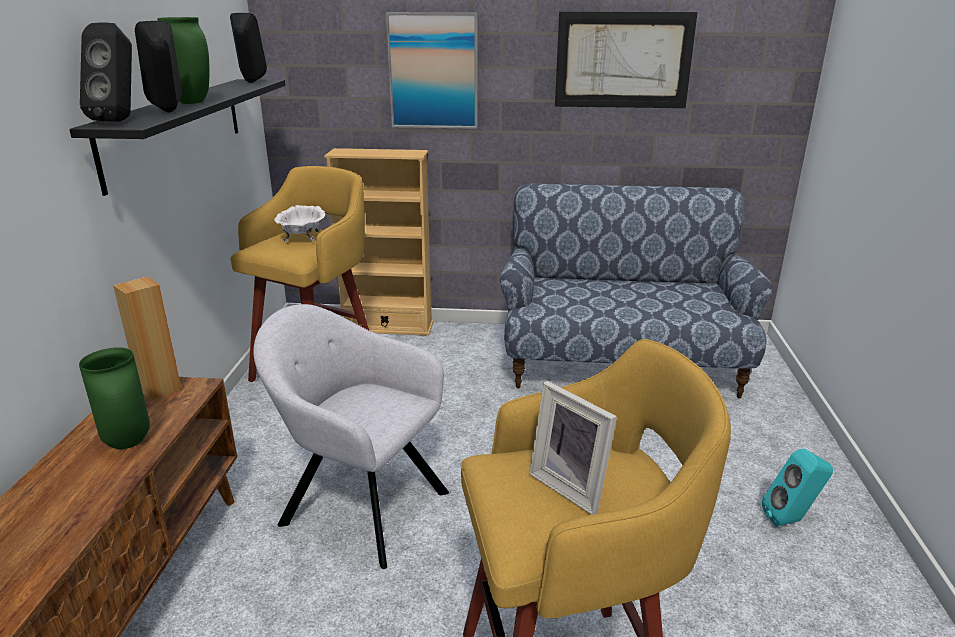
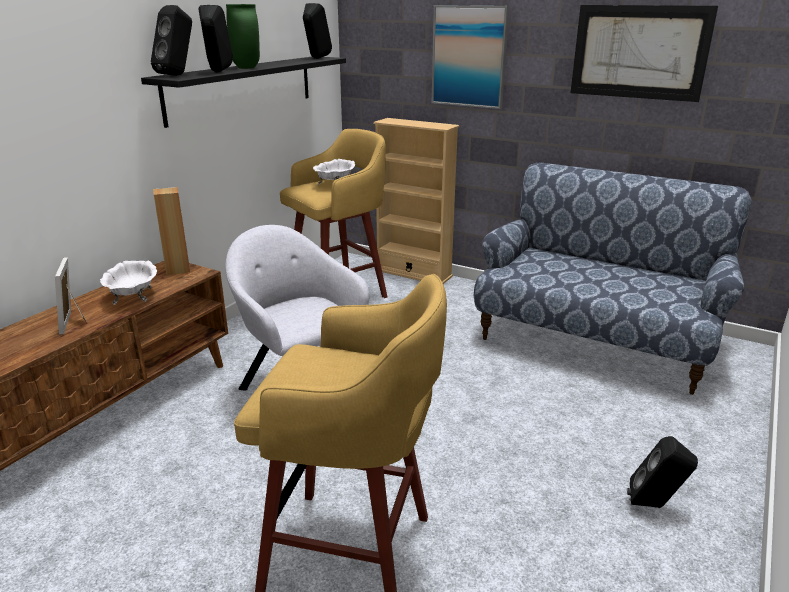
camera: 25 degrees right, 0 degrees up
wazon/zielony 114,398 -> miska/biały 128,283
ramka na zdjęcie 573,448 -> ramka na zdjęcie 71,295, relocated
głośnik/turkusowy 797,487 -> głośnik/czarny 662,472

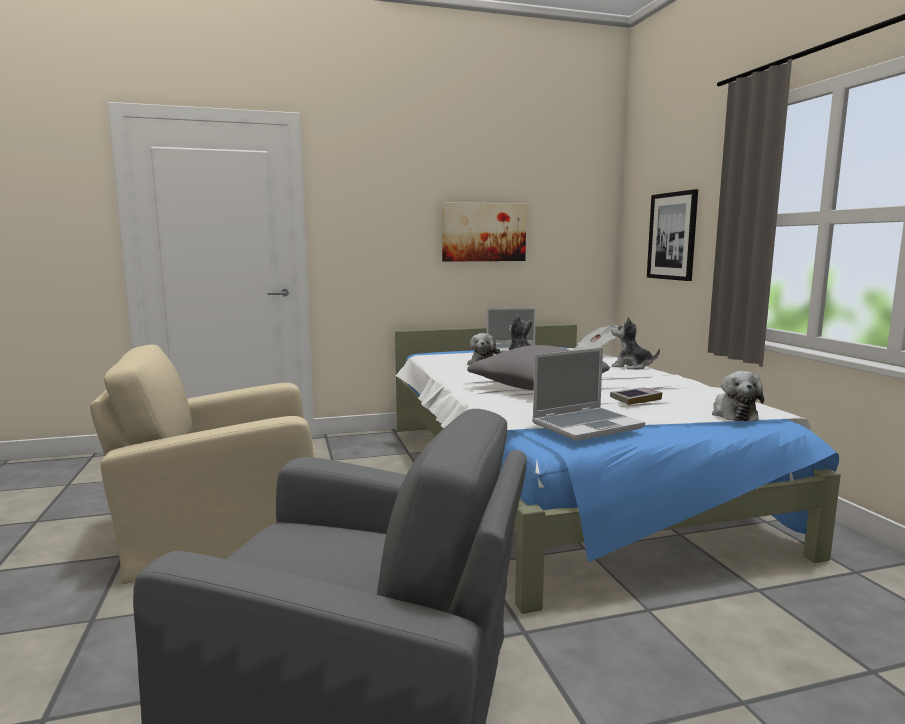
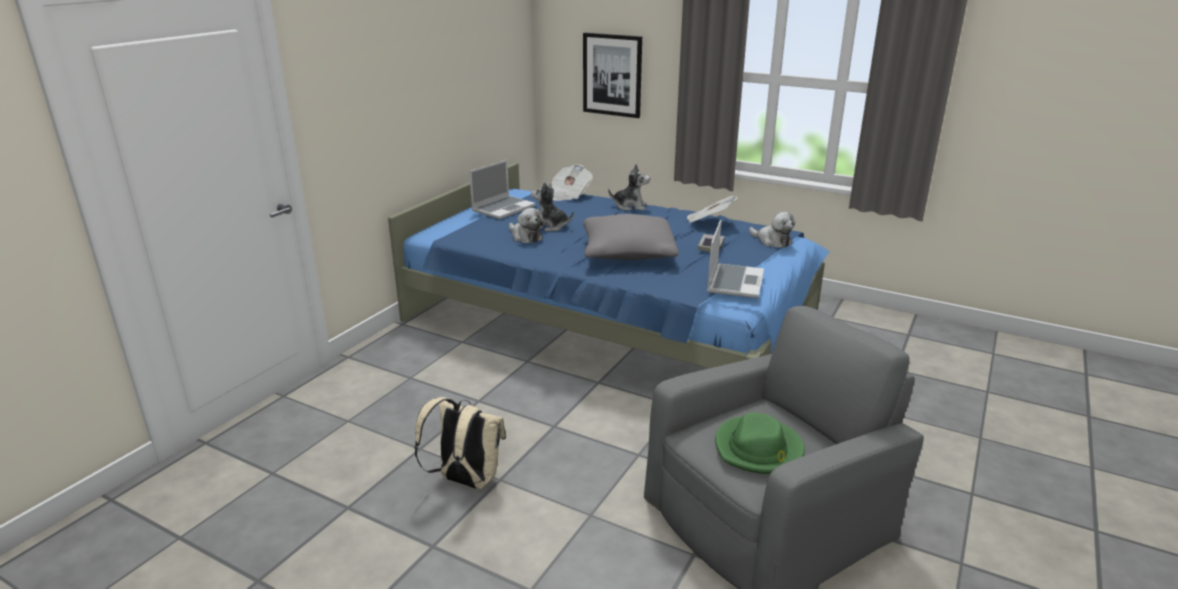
camera: 45 degrees left, 15 degrees up
fotel/beżowy 203,464 -> plecak/beżowy 460,443
łóżko/biały 618,469 -> łóżko/niebieski 609,265
obraz 484,232 -> none
pluszak 635,343 -> pluszak 629,187, 150 degrees counterclockwise
none -> gazeta 712,209
none -> kapelusz/zielony 760,443

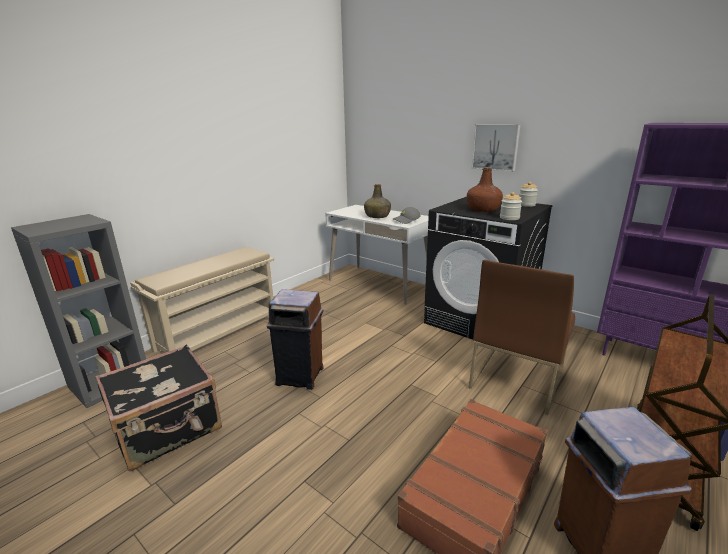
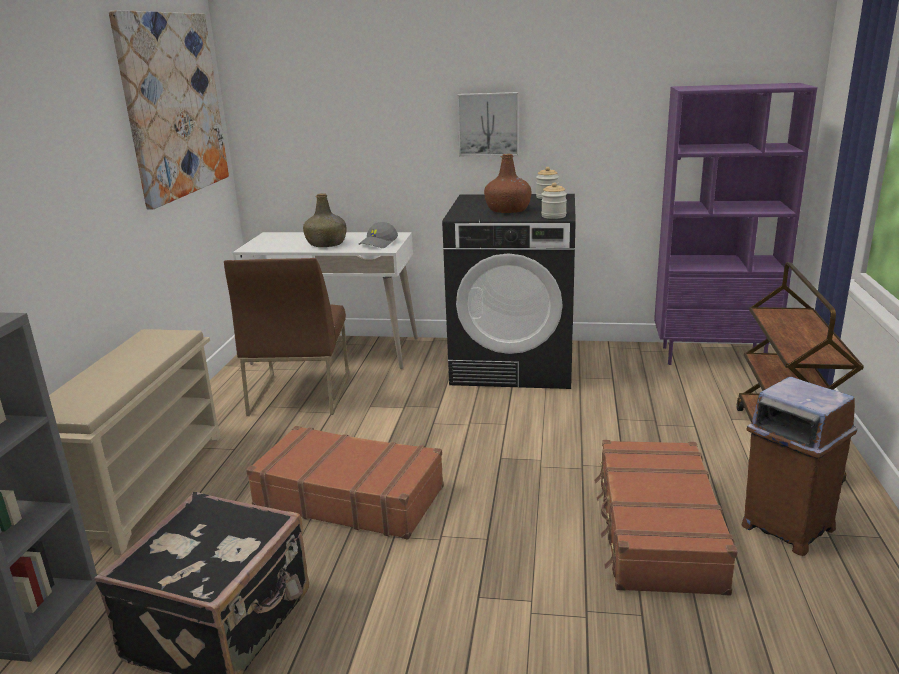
camera: 30 degrees left, 0 degrees up
kosz na śmieci/brązowy 295,339 -> walizka/brązowy 345,483
krzesło/brązowy 521,337 -> krzesło/brązowy 286,337, relocated
none -> obraz 168,109

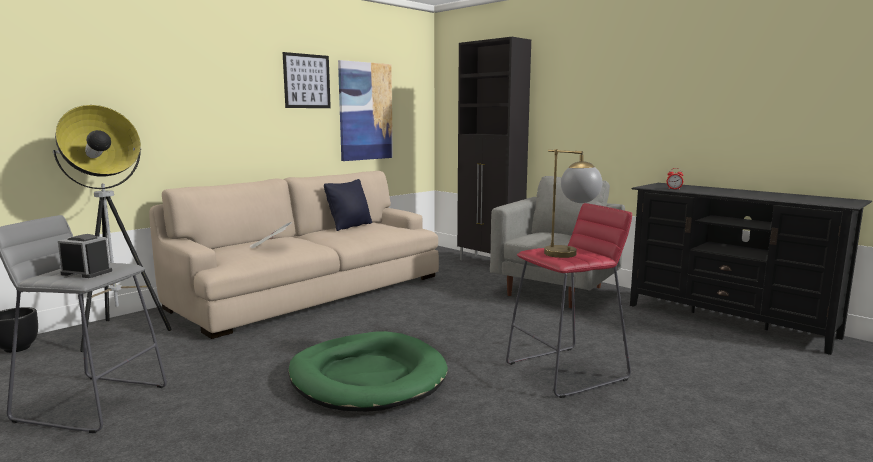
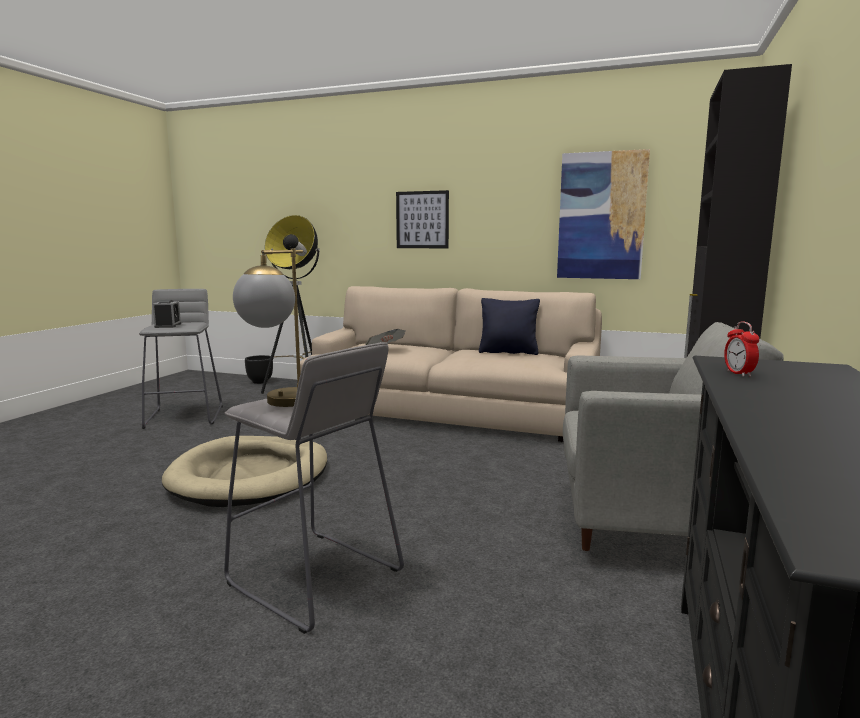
camera: 65 degrees right, 0 degrees up
obraz 307,80 -> obraz 422,219, relocated
legowisko/zielony 368,371 -> legowisko/beżowy 244,471
stołek/czerwony 569,300 -> stołek/szary 314,488

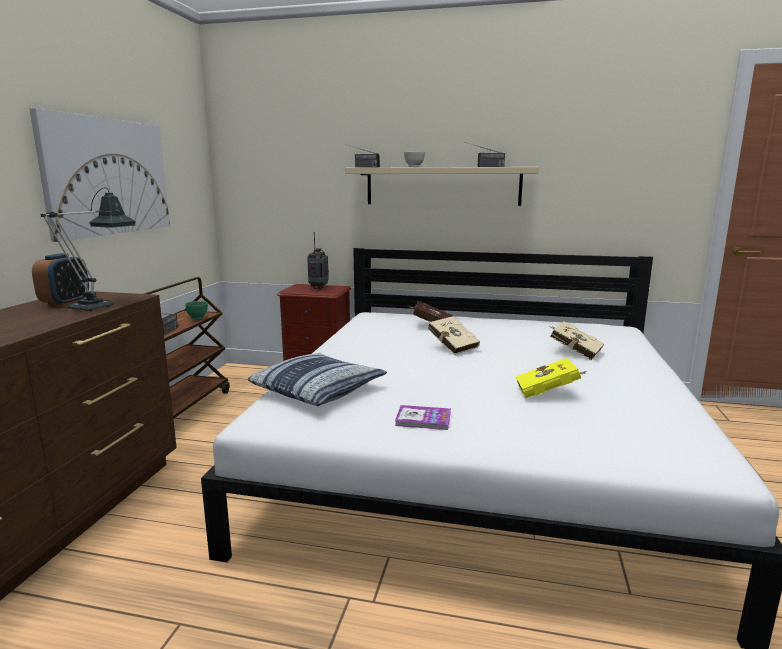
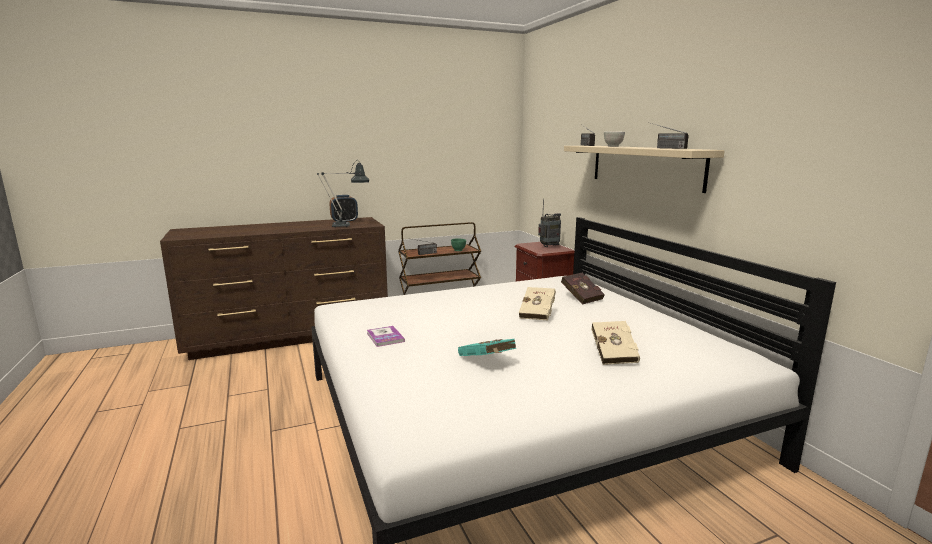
camera: 55 degrees right, 0 degrees up
obraz 99,175 -> none
poduszka 317,379 -> none
książka/żółty 551,378 -> książka/turkusowy 487,347

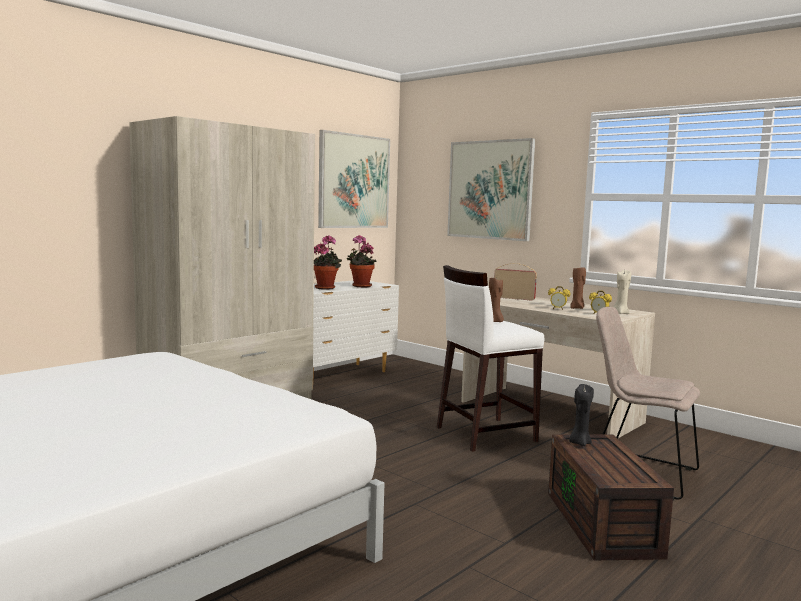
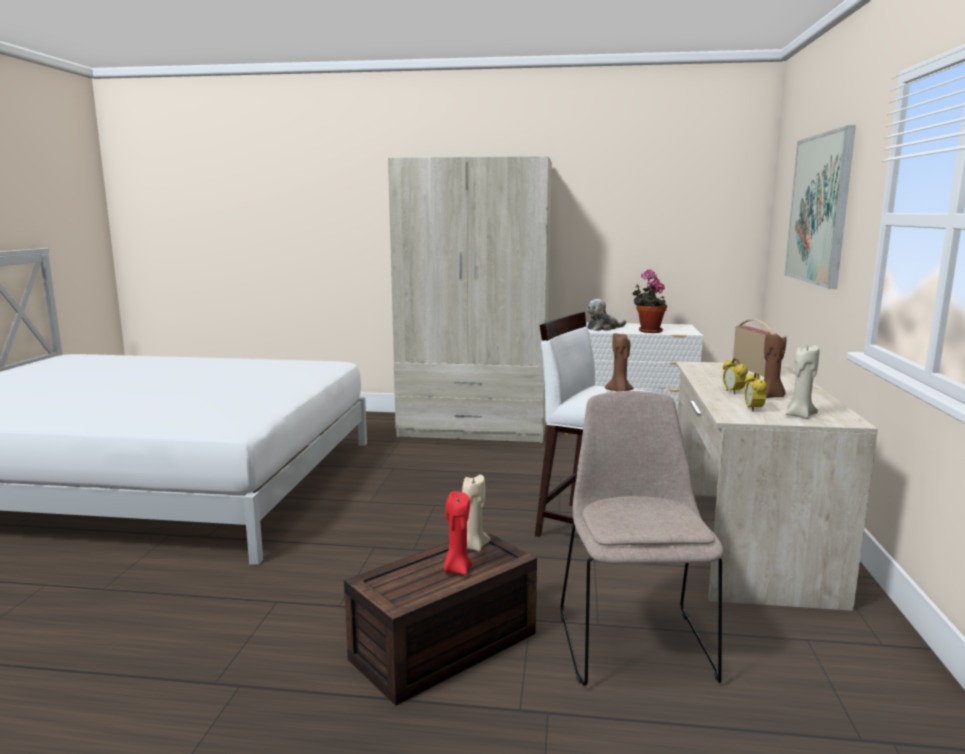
camera: 55 degrees right, 5 degrees up
roślina doniczkowa 328,262 -> pluszak 606,315
obraz 354,179 -> none
świeca/czarny 581,415 -> świeca/beżowy 476,513
none -> świeca/czerwony 457,533

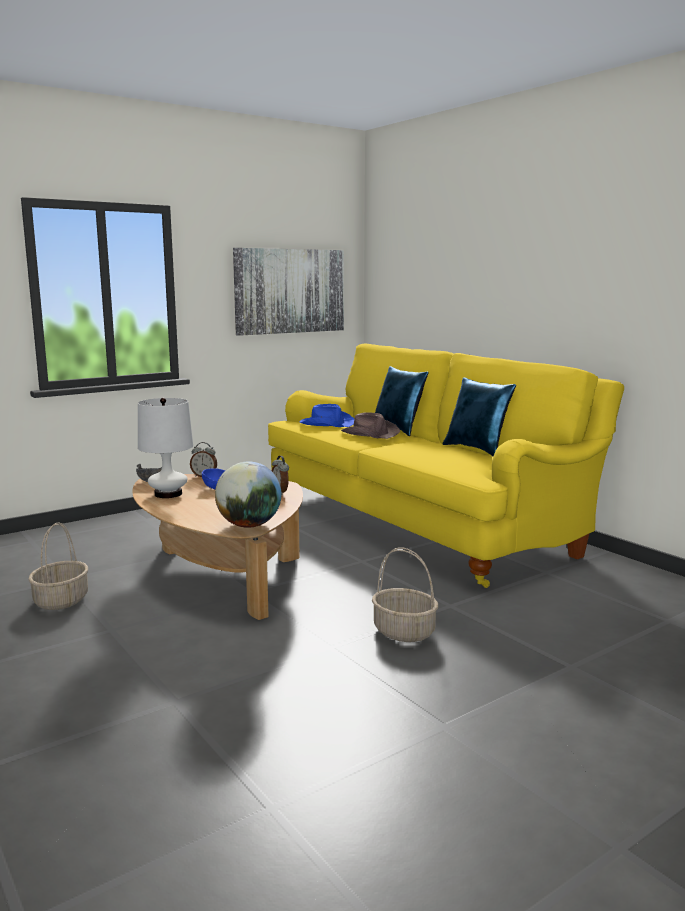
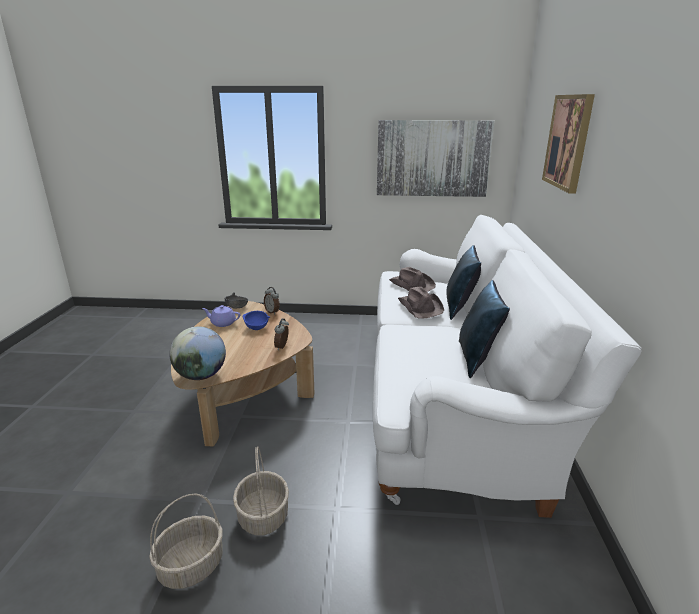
camera: 40 degrees right, 10 degrees up
koszyk 58,566 -> koszyk 186,541, relocated
lampa stołowa/biały 165,448 -> imbryk/fioletowy 221,316
kanapa/żółty 446,466 -> kanapa/biały 507,366
kapelusz/niebieski 326,415 -> kapelusz/brązowy 412,279
none -> obraz 568,144

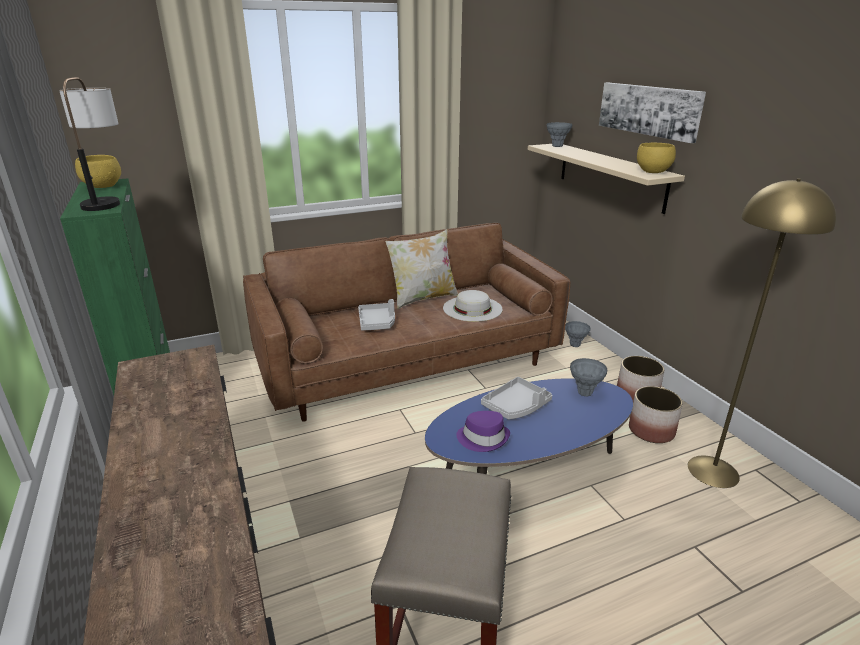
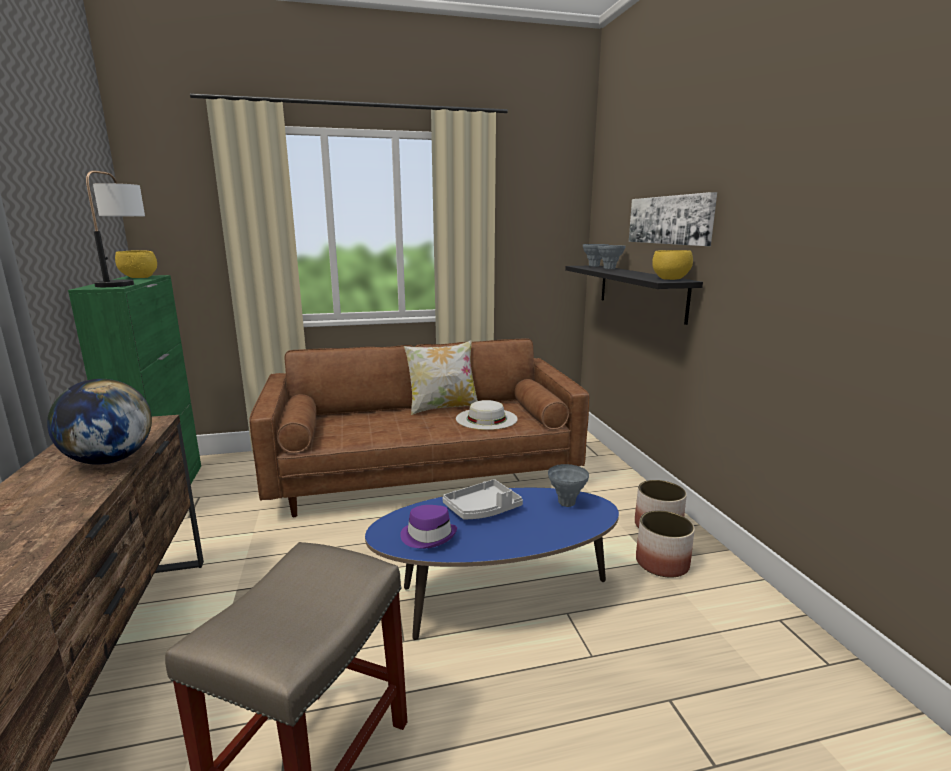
camera: 10 degrees right, 10 degrees down
taca/szary 376,315 -> none
półka/beżowy 606,179 -> półka/czarny 634,295
wazon/szary 578,334 -> wazon/szary 611,257, relocated
lampa stojąca/żółty 762,333 -> none
none -> globus 99,422

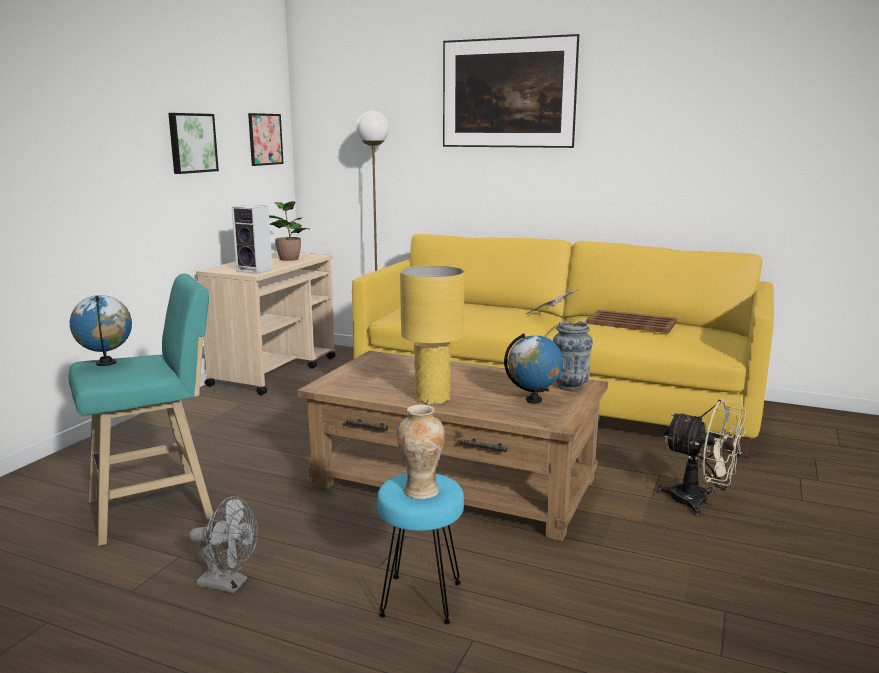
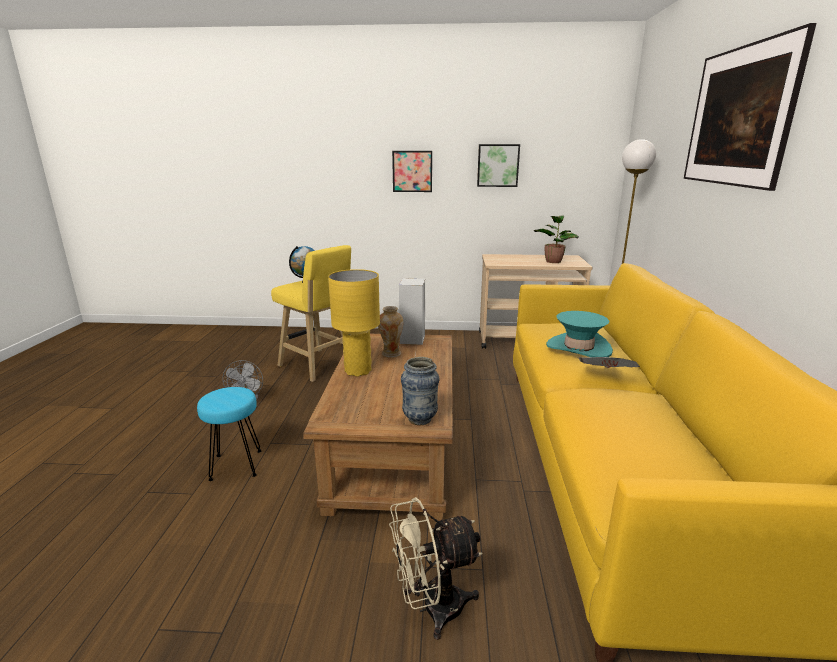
camera: 70 degrees right, 5 degrees up
stołek/turkusowy 141,410 -> stołek/żółty 311,313
głośnik 252,239 -> głośnik 412,311, relocated
obraz 266,139 -> obraz 412,171, relocated
wazon 421,451 -> wazon 390,332, relocated
globus 533,368 -> none
taca/brązowy 632,321 -> none
wentylator/beżowy 701,457 -> wentylator/beżowy 436,568, 60 degrees clockwise
none -> kapelusz/turkusowy 579,334

